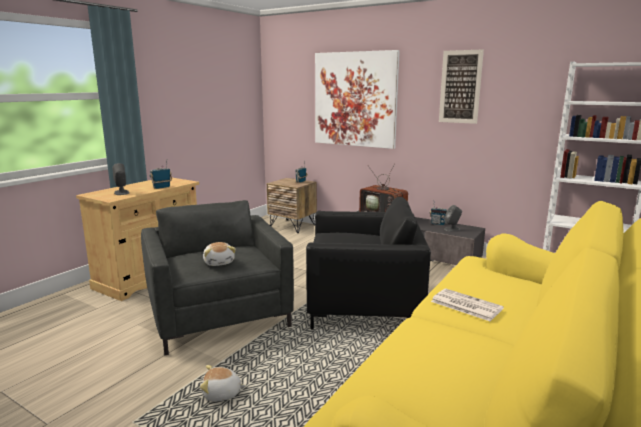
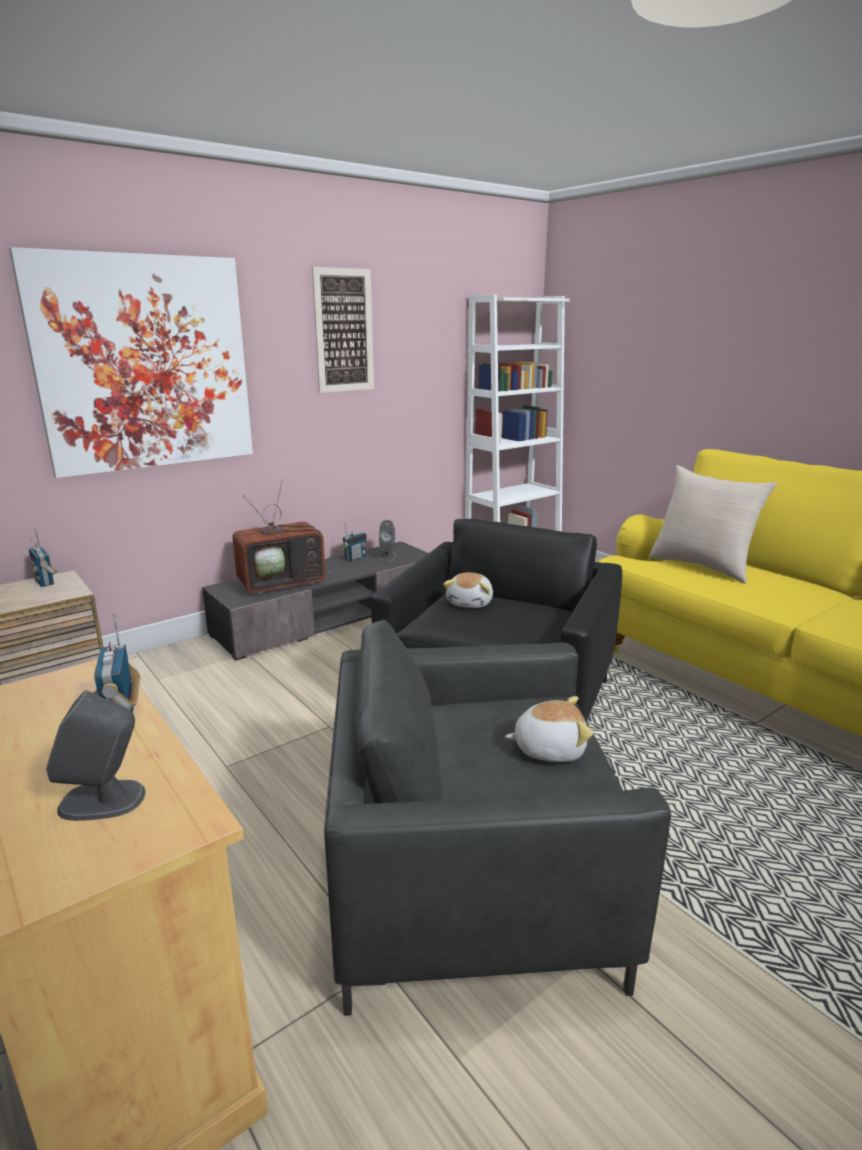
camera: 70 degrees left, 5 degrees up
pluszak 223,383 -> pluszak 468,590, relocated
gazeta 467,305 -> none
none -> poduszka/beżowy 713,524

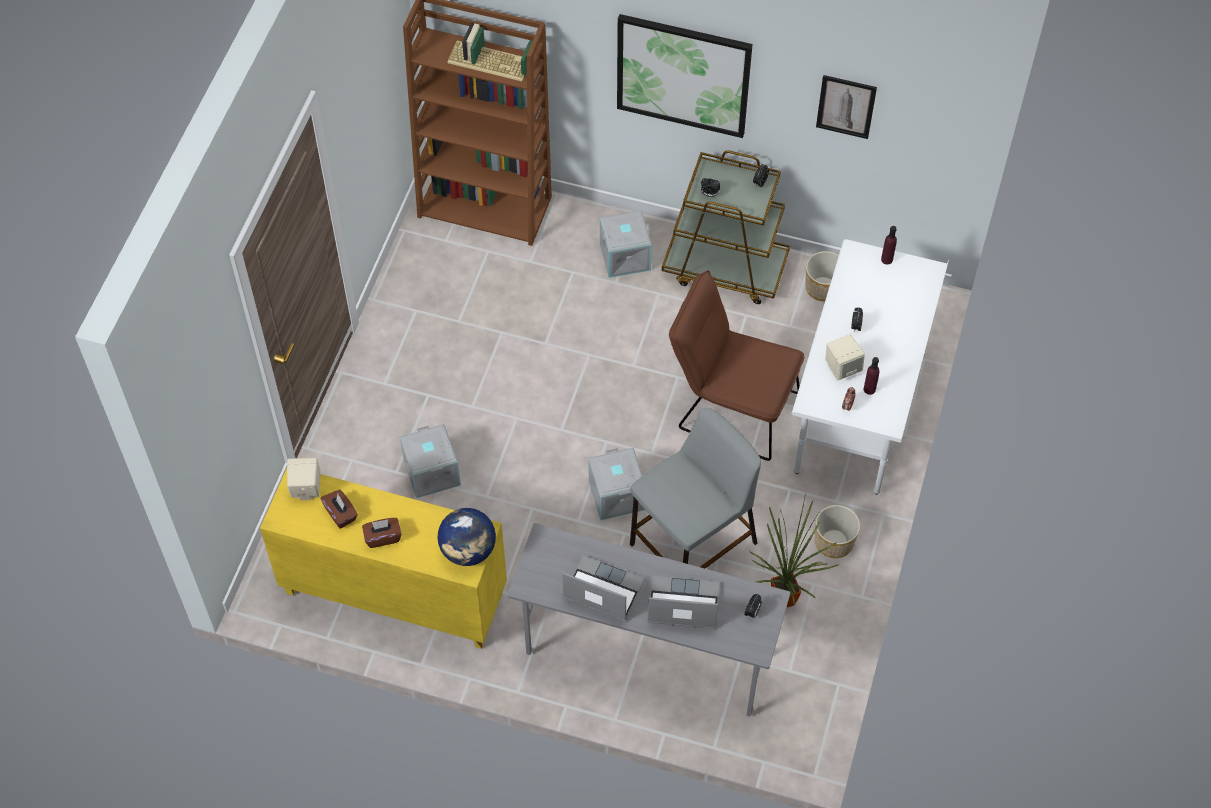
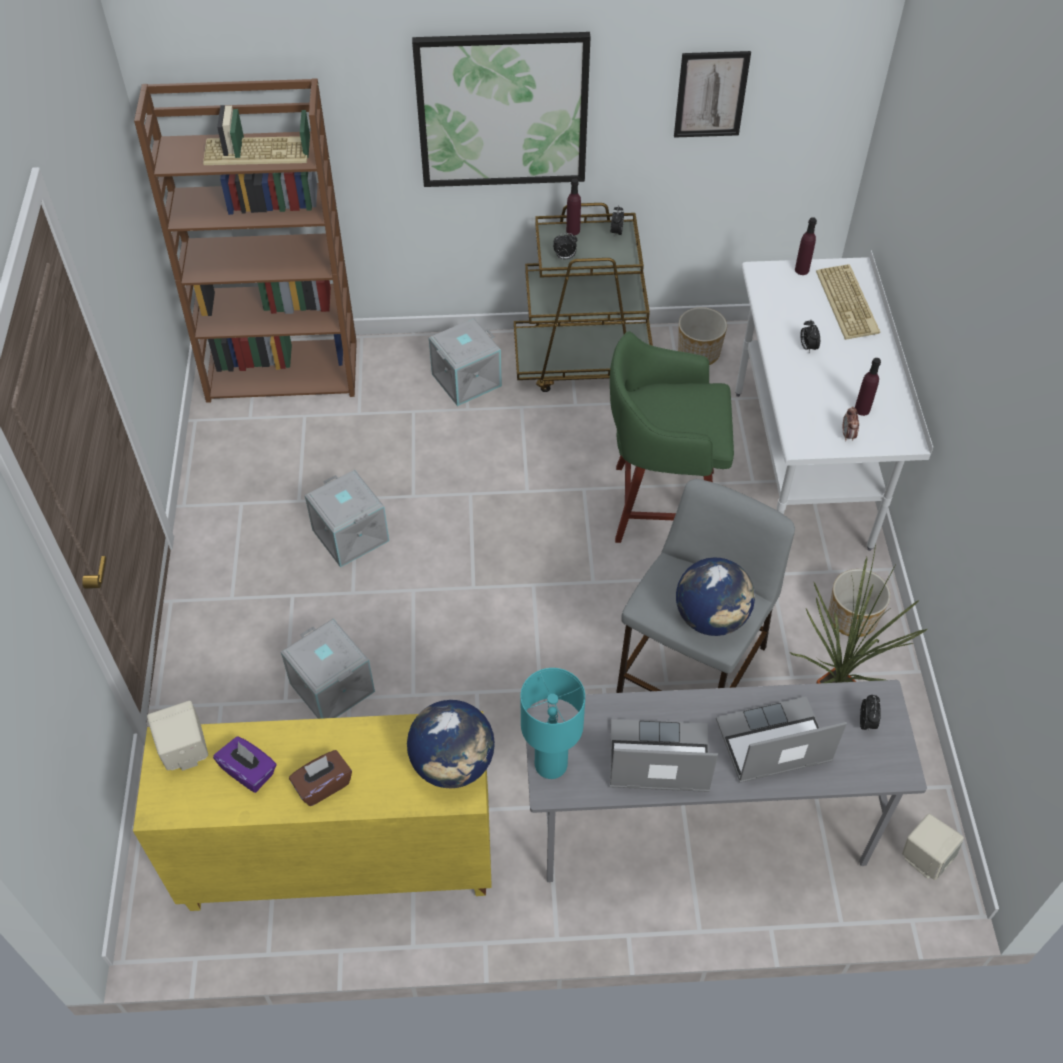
camera: 20 degrees left, 5 degrees down
pudełko chusteczek/brązowy 339,509 -> pudełko chusteczek/fioletowy 245,764
pojemnik do przechowywania/szary 616,484 -> pojemnik do przechowywania/szary 347,518, relocated
krzesło/brązowy 736,365 -> stołek/zielony 672,437
głośnik/beżowy 845,357 -> głośnik/beżowy 933,847, relocated
none -> lampa stołowa/turkusowy 552,723
none -> butelka/fioletowy 573,206
none -> globus 715,596
none -> klawiatura 848,302

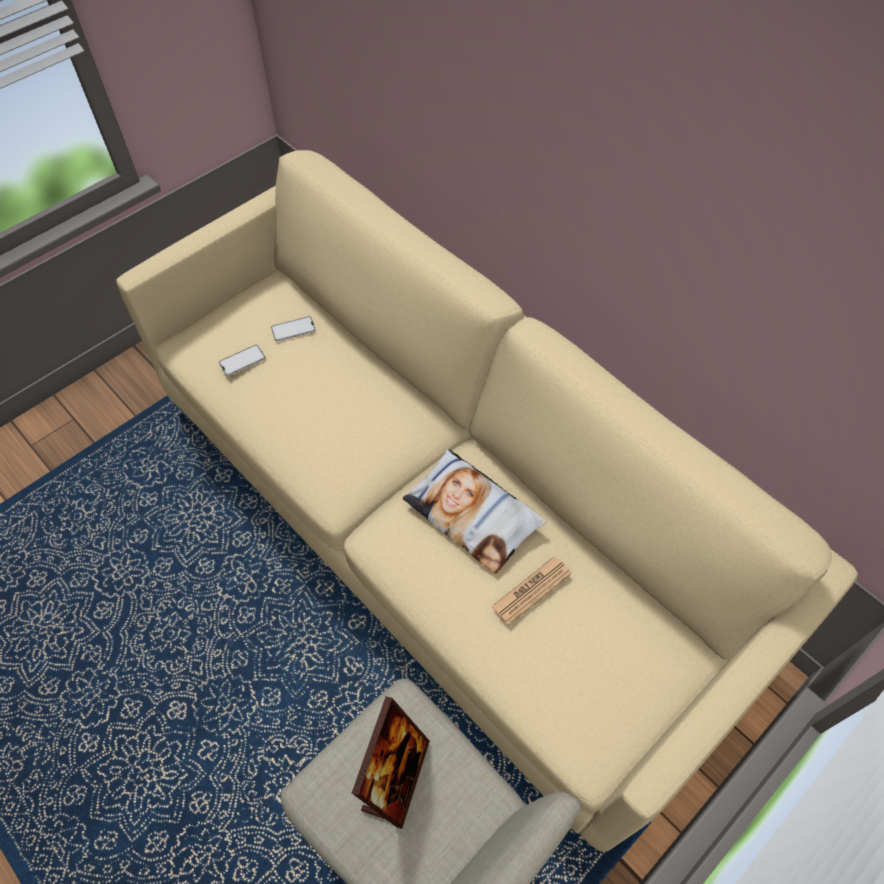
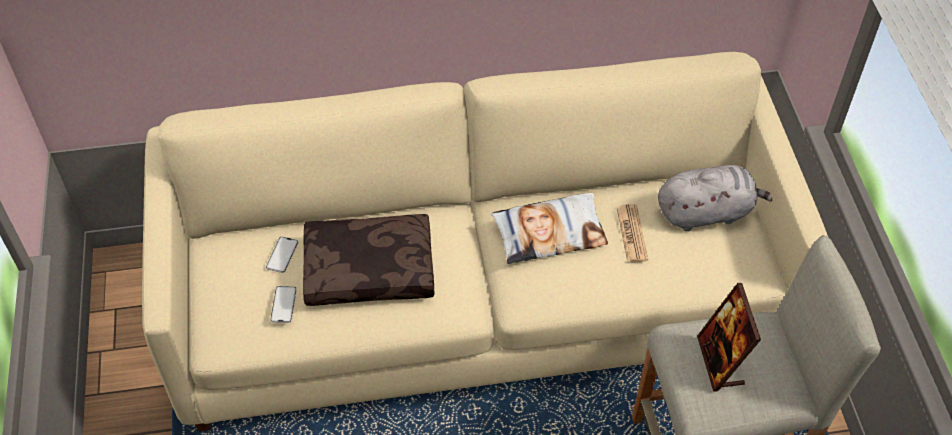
camera: 55 degrees left, 5 degrees down
ramka na zdjęcie 391,762 -> ramka na zdjęcie 729,337, 150 degrees counterclockwise
none -> poduszka/brązowy 368,260
none -> pluszak/szary 715,198

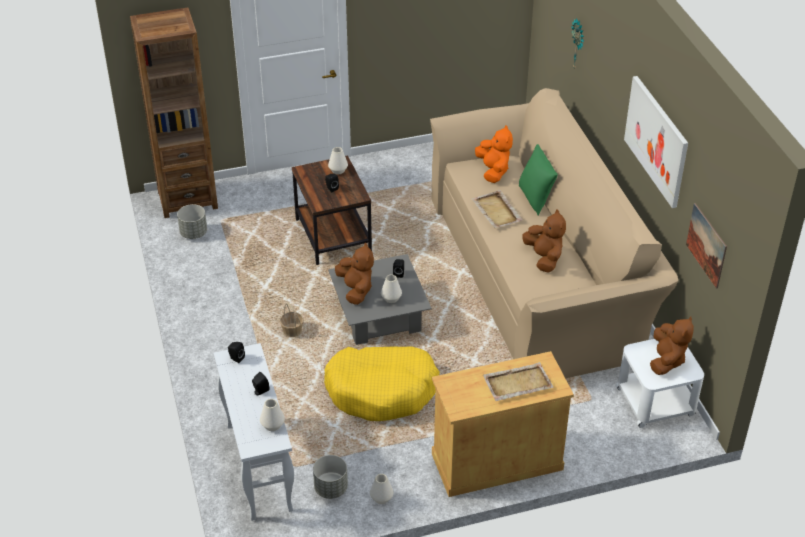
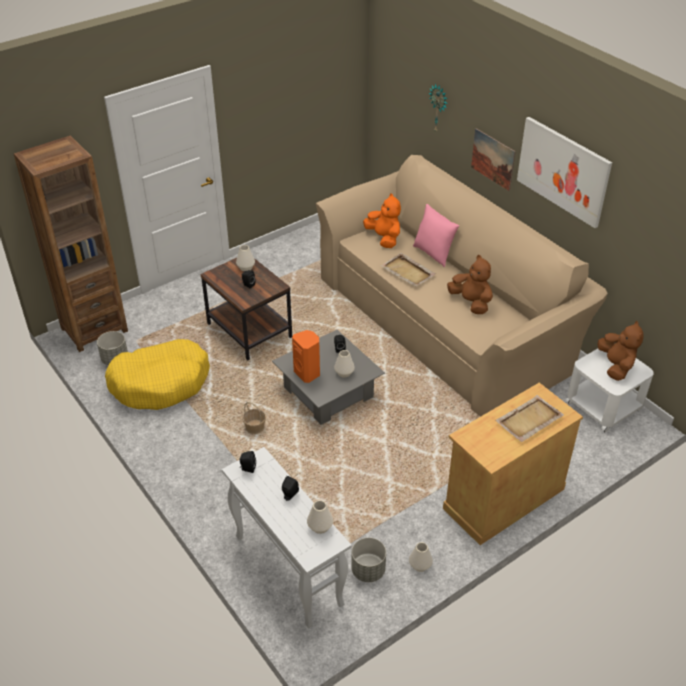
camera: 20 degrees left, 0 degrees up
legowisko/żółty 382,383 -> legowisko/żółty 157,374, relocated
pluszak/brązowy 354,274 -> głośnik/pomarańczowy 306,356
poduszka/zielony 538,179 -> poduszka/różowy 436,236
obraz 706,246 -> obraz 493,159, relocated

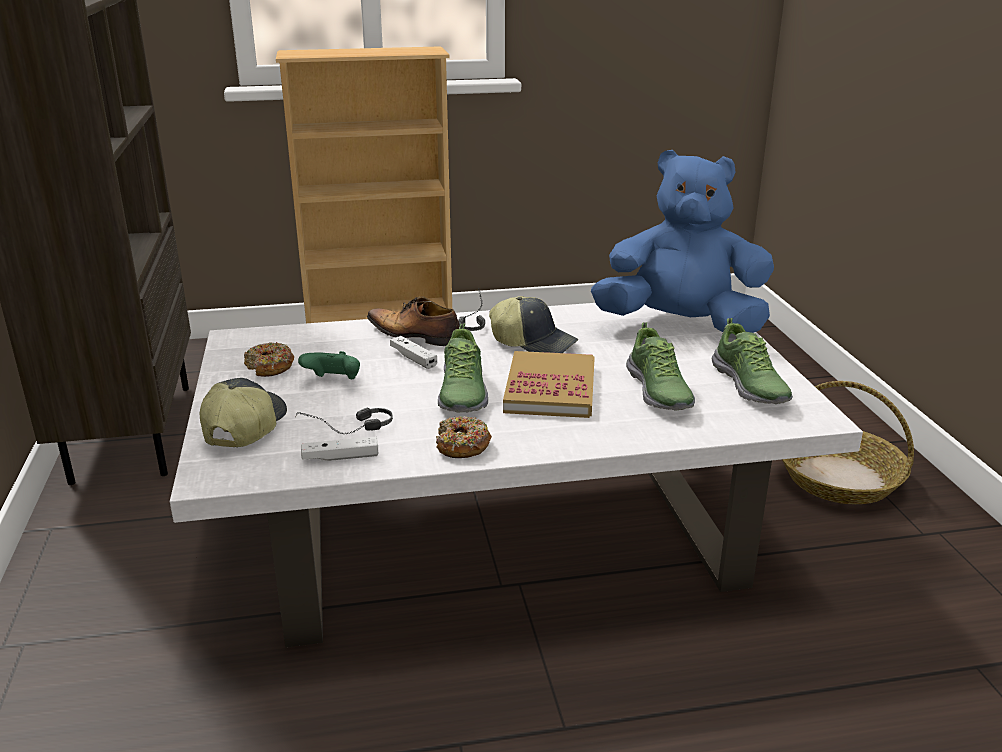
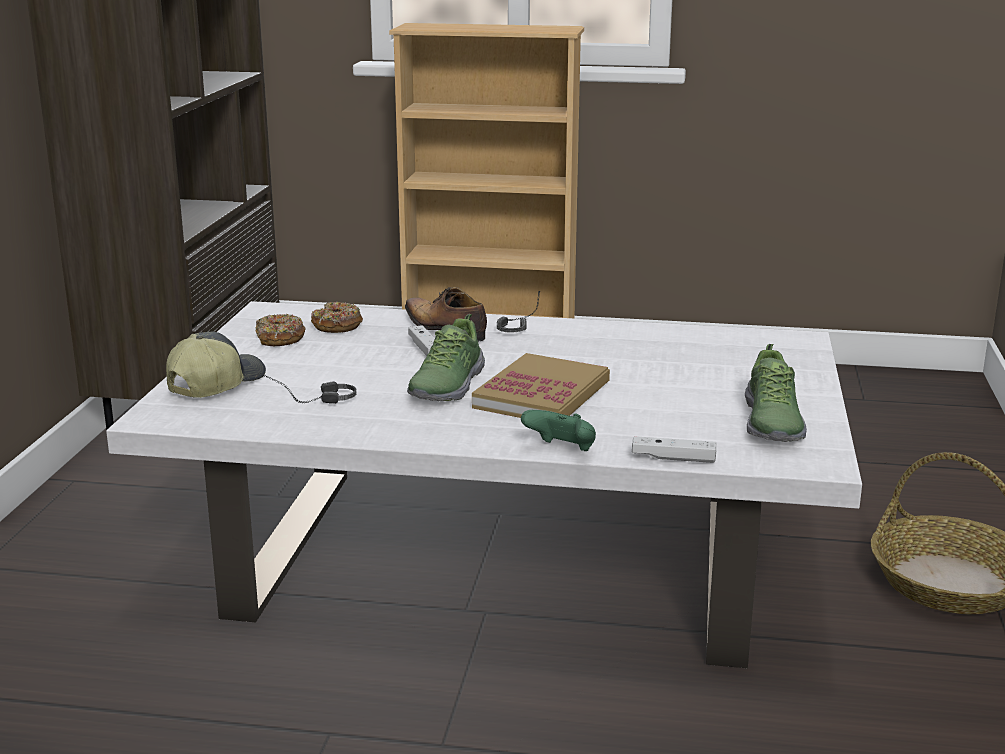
camera: 20 degrees right, 5 degrees down
pad do gier/zielony 329,365 -> pad do gier/zielony 558,430, relocated
pad do gier/biały 339,449 -> pad do gier/biały 674,449, relocated
donut 464,437 -> donut 337,317, relocated
czapka z daszkiem 533,324 -> none
pluszak/niebieski 682,241 -> none
but 660,366 -> none

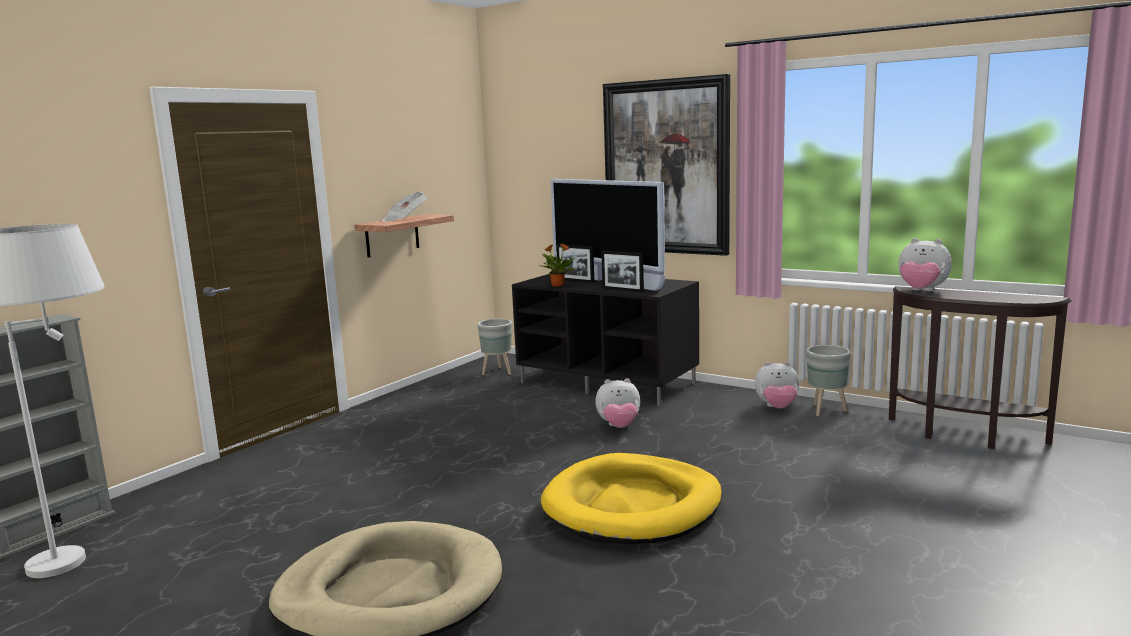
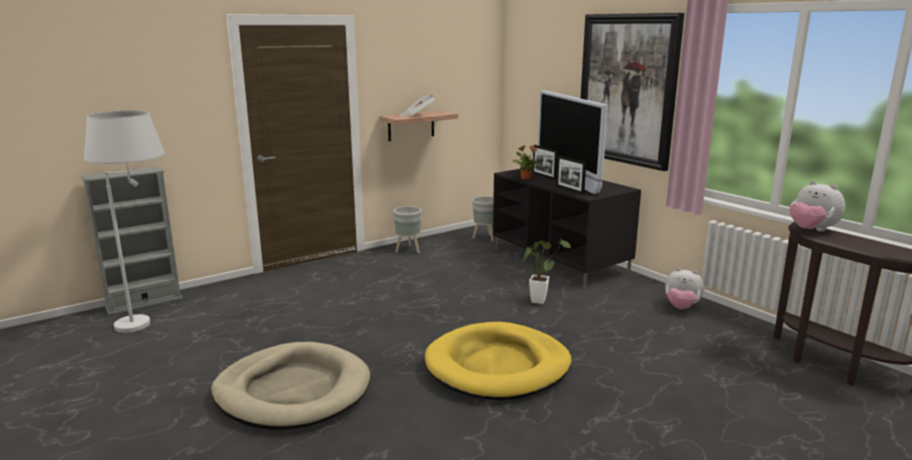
camera: 20 degrees right, 5 degrees up
pluszak 617,403 -> roślina doniczkowa 547,271
donica/szary 828,380 -> donica/szary 407,229, relocated

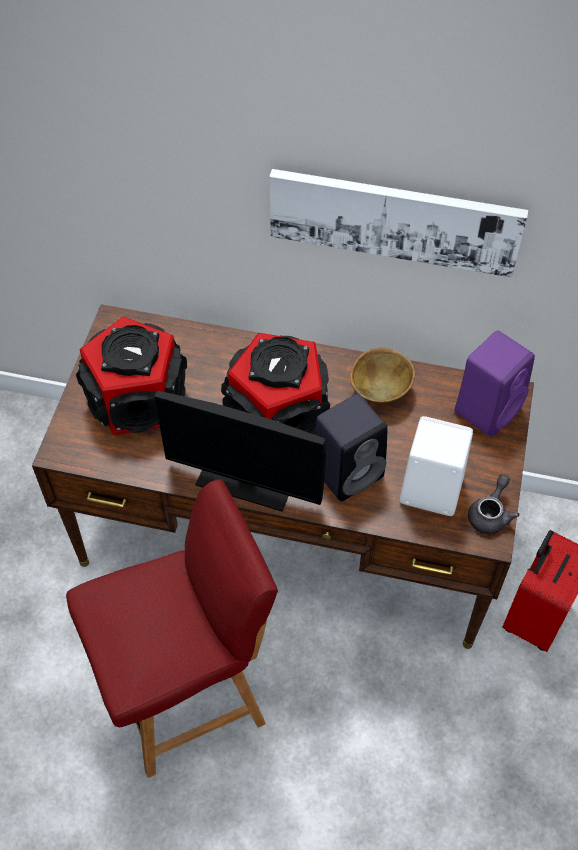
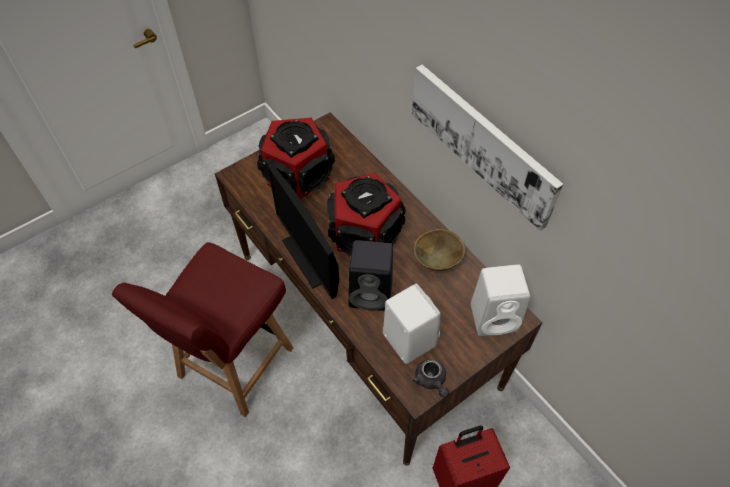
camera: 40 degrees right, 0 degrees up
krzesło/czerwony 172,628 -> krzesło/czerwony 203,329, 105 degrees clockwise
głośnik/fioletowy 495,383 -> głośnik/biały 500,300
imbryk/szary 494,504 -> imbryk/szary 431,378, 90 degrees clockwise

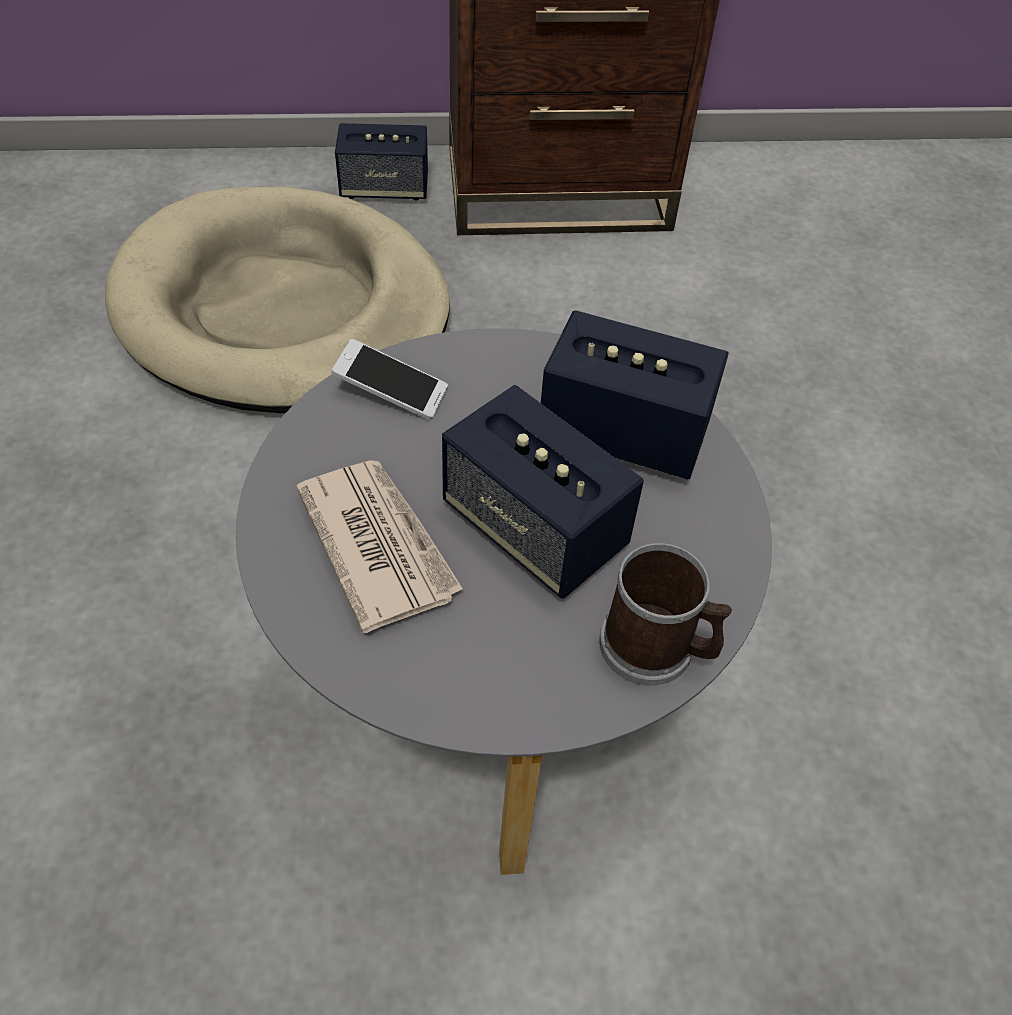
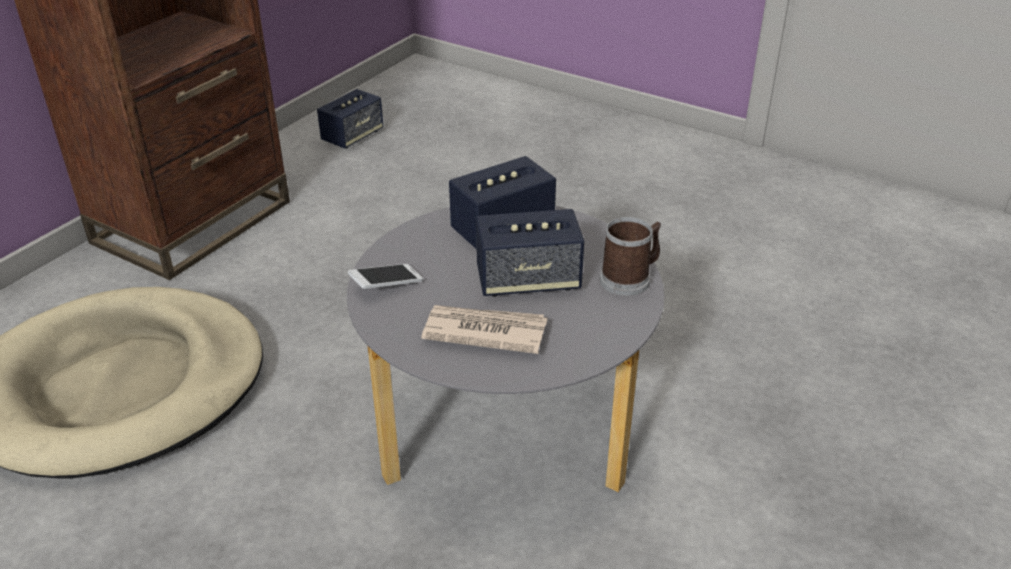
camera: 50 degrees left, 15 degrees down
głośnik 381,162 -> głośnik 350,119, relocated

